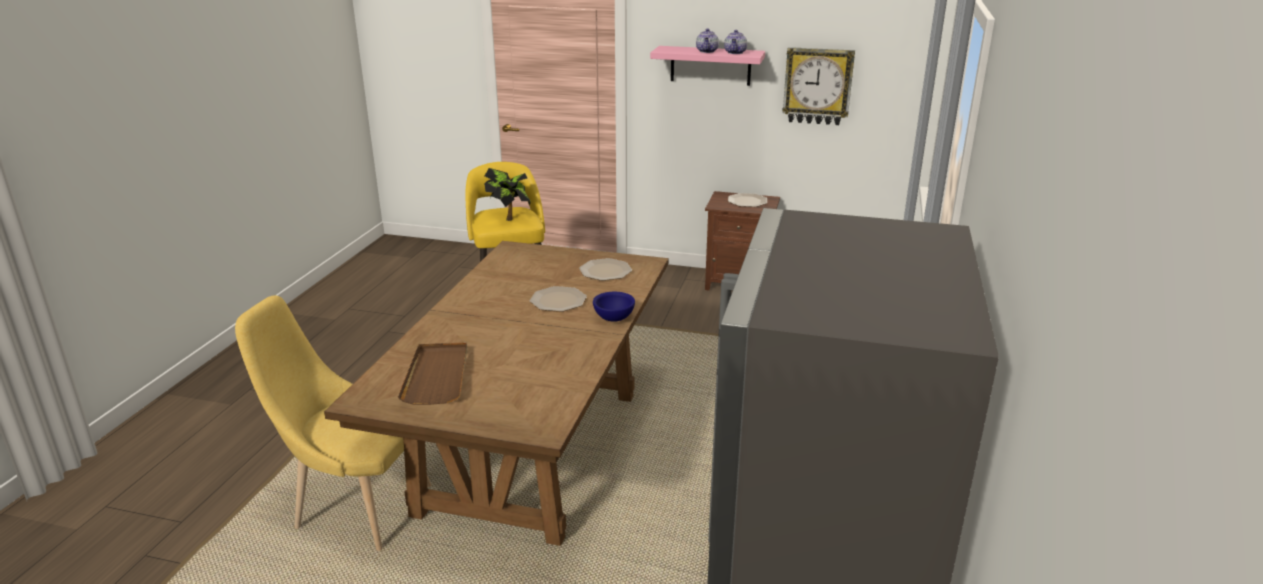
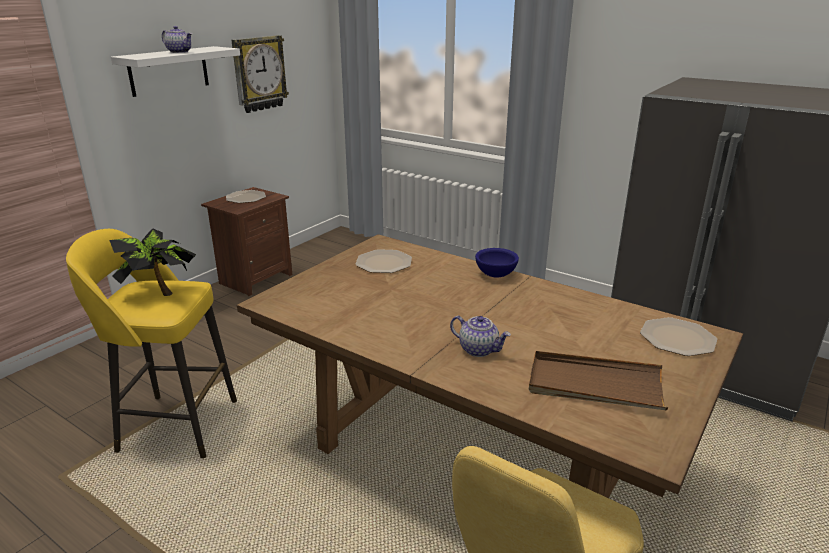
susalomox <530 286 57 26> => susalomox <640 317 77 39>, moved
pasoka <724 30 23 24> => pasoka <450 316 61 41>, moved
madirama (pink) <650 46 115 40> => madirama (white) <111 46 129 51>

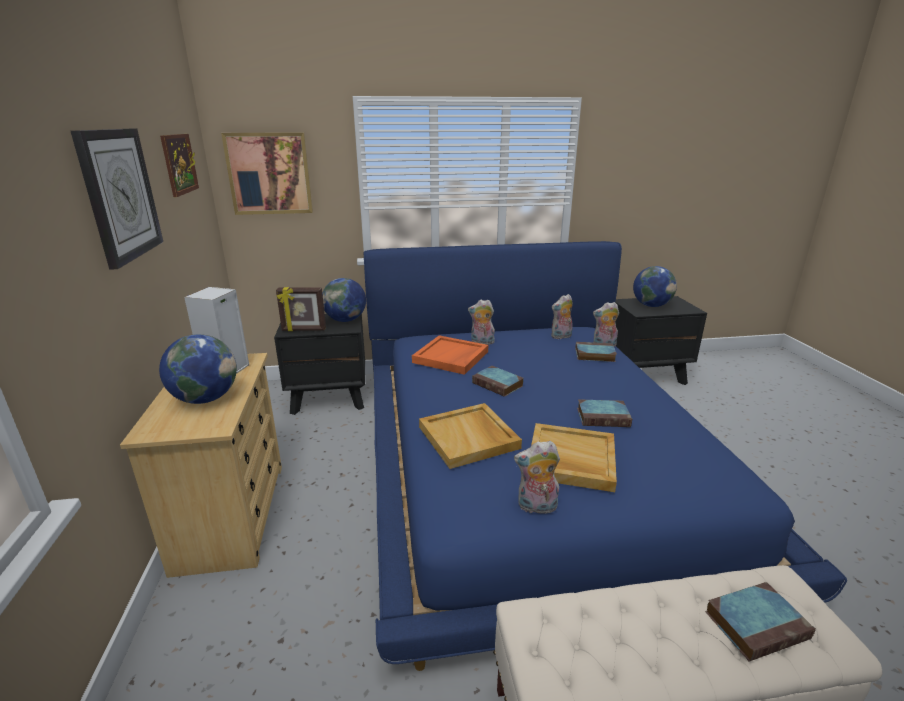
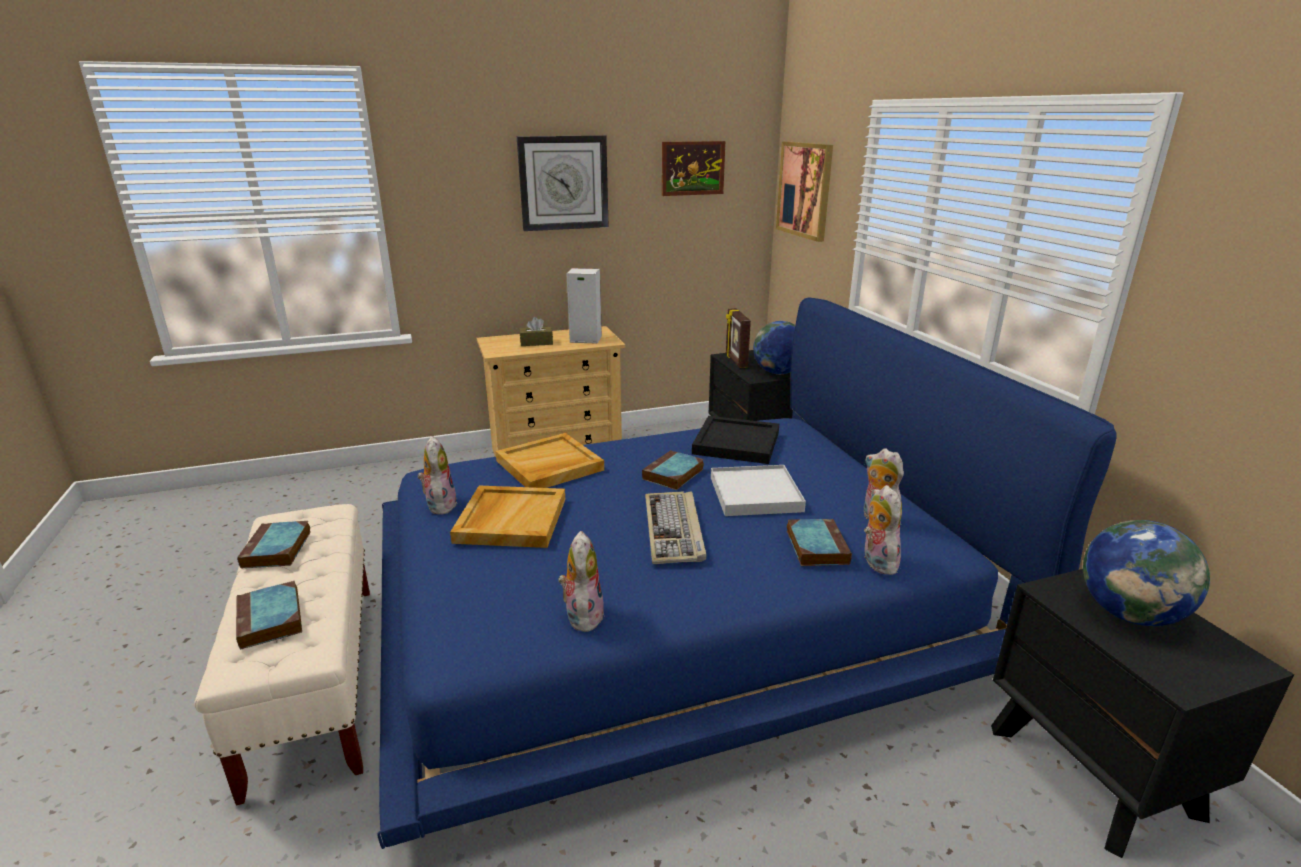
nothing => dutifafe <645 491 61 73>
nothing => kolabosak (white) <711 465 95 51>
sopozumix <468 300 27 45> => sopozumix <558 531 46 101>, moved
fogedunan <577 399 55 28> => fogedunan <237 521 74 48>, moved
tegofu <159 334 78 70> => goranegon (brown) <520 317 33 29>
kolabosak (orange) <412 335 76 40> => kolabosak (black) <692 416 87 48>

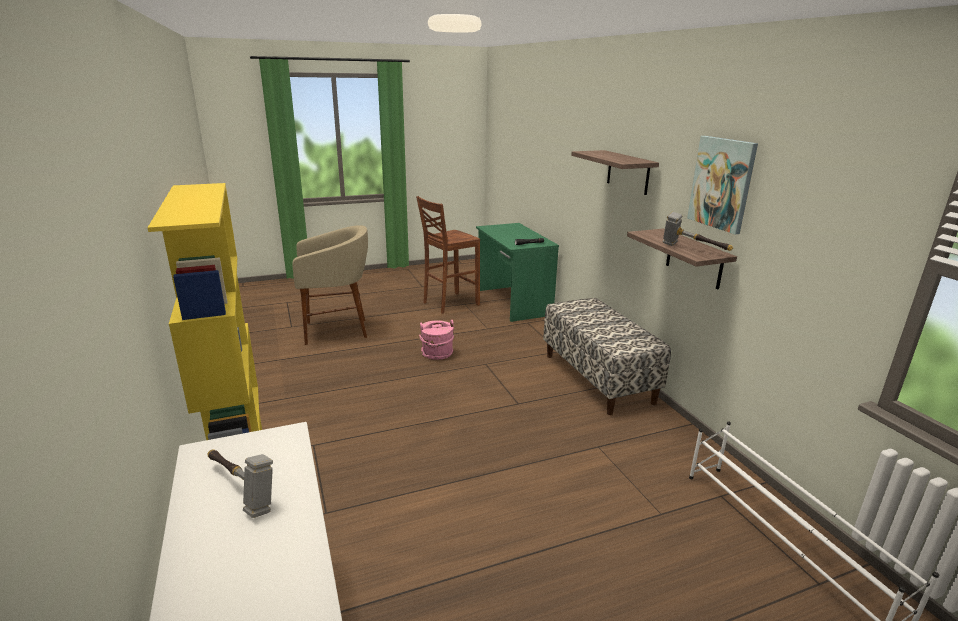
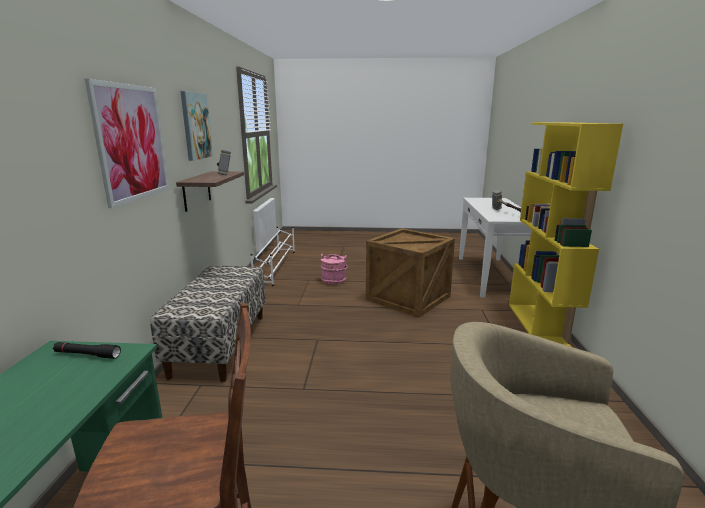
nothing => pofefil <366 228 89 89>
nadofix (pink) <419 320 35 40> => nadofix (pink) <320 254 28 30>, moved
madirama <571 150 88 45> => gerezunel <85 79 84 129>

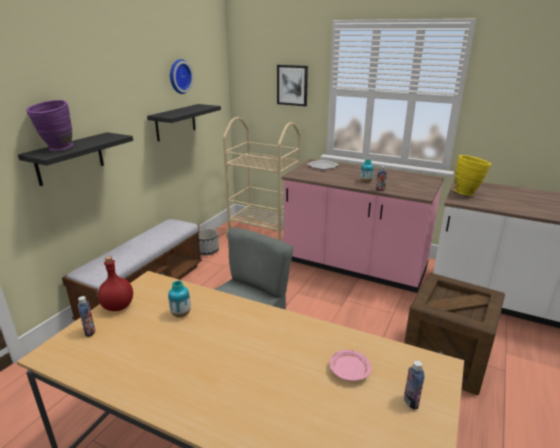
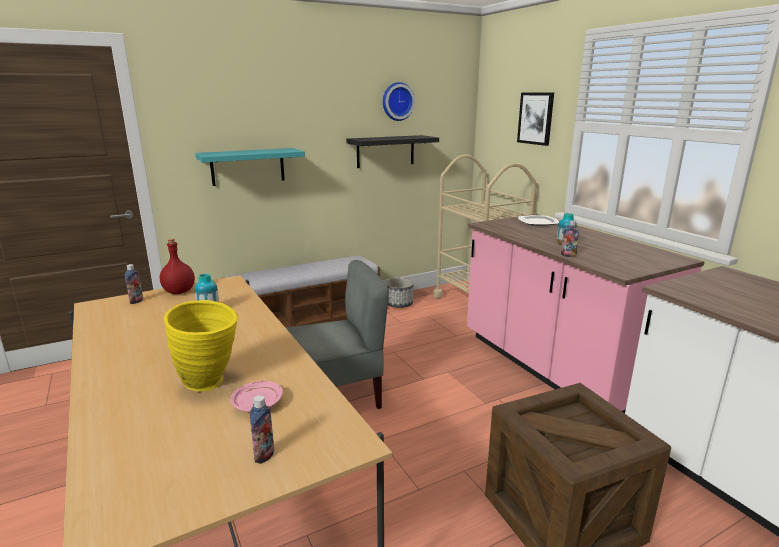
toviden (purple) <26 100 47 51> => nothing
toviden (yellow) <454 155 37 41> => toviden (yellow) <164 300 74 92>, moved
madirama (black) <18 132 115 54> => madirama (turquoise) <195 148 110 38>

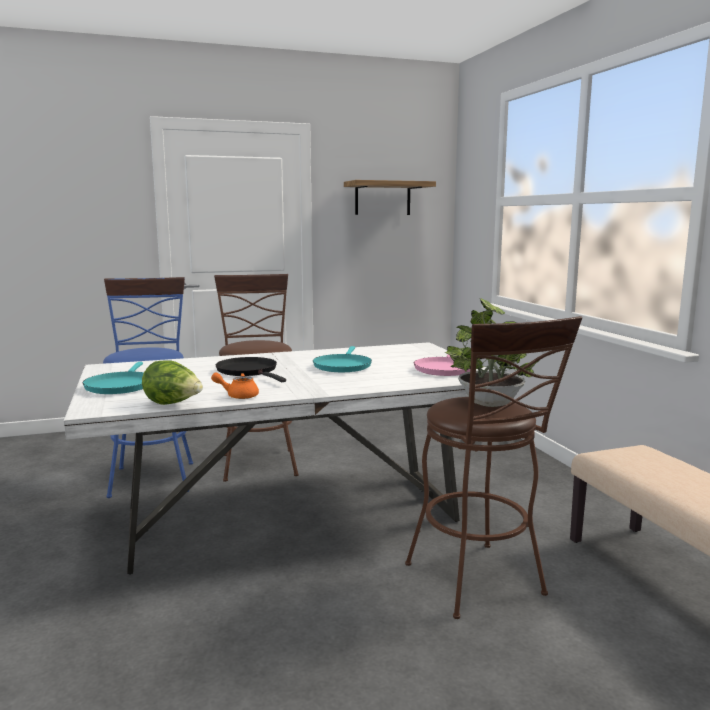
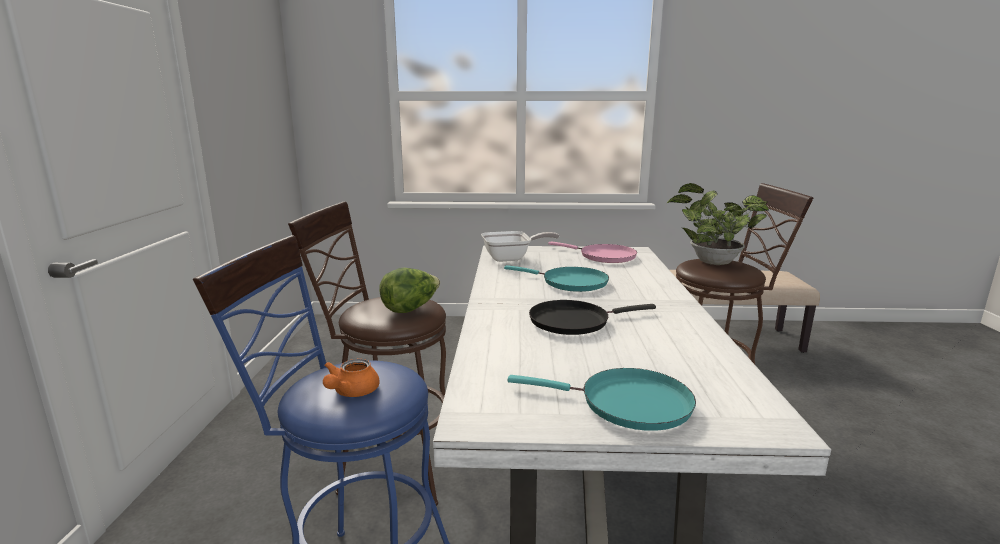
madirama <344 180 92 35> => nothing
nothing => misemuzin <481 231 78 31>
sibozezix <142 360 61 45> => sibozezix <379 268 61 45>, moved
pasoka (orange) <211 372 48 27> => pasoka (orange) <323 359 57 38>, moved

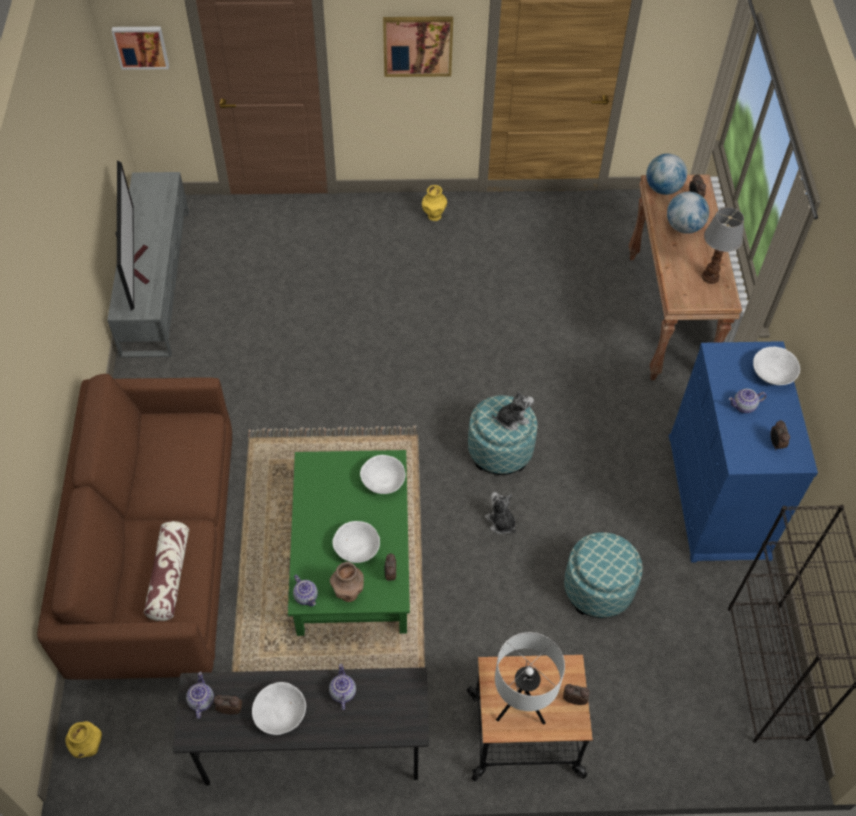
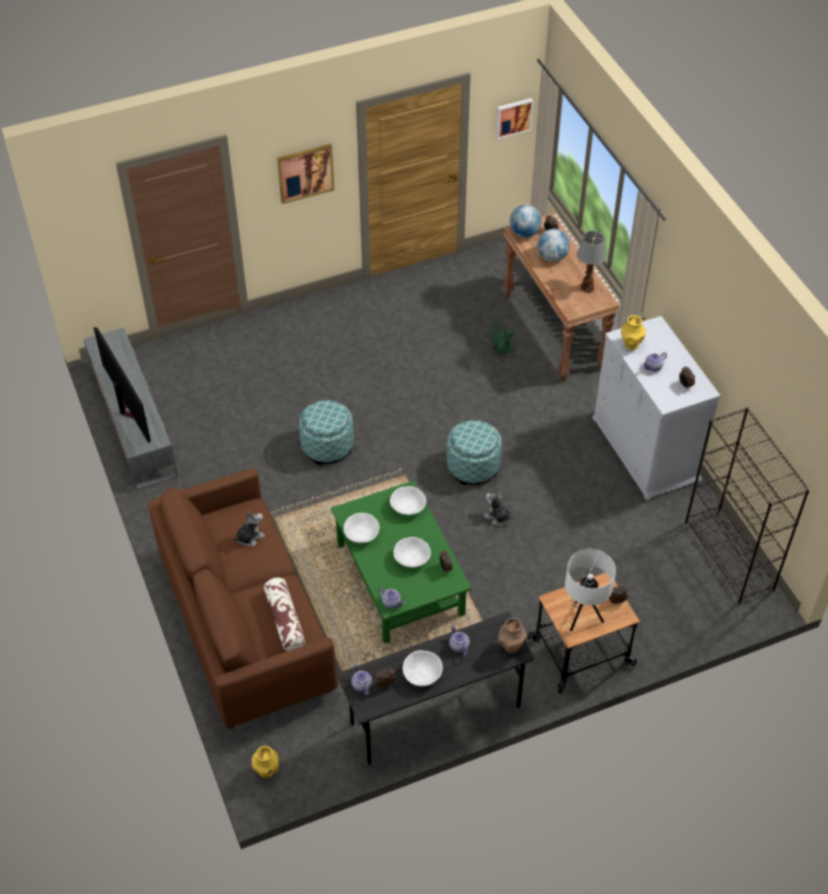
nothing => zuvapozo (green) <489 322 26 33>
gerezunel <112 27 57 43> => gerezunel <496 98 37 41>, moved
toviden (brown) <330 562 34 40> => toviden (brown) <498 618 29 35>, moved
toviden (yellow) <422 185 25 36> => toviden (yellow) <621 315 25 35>, moved
sopozumix <492 392 42 38> => sopozumix <232 512 33 35>, moved
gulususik <564 532 79 86> => gulususik <299 400 55 65>, moved
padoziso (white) <753 346 47 39> => padoziso (white) <343 513 37 30>, moved
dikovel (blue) <669 341 149 222> => dikovel (white) <592 316 129 184>

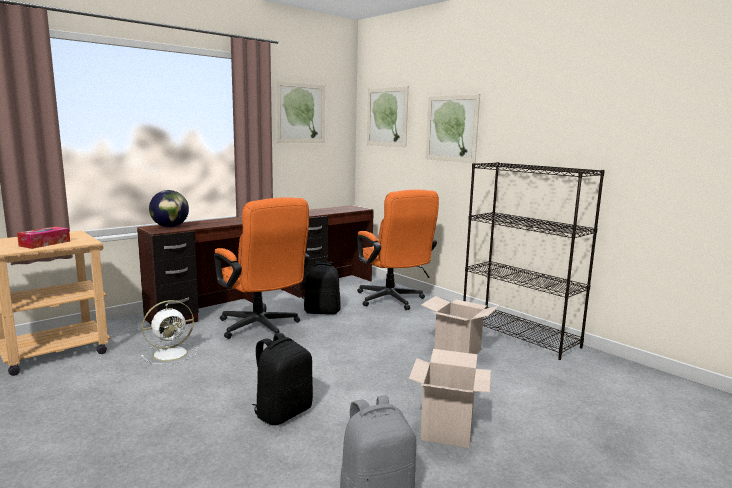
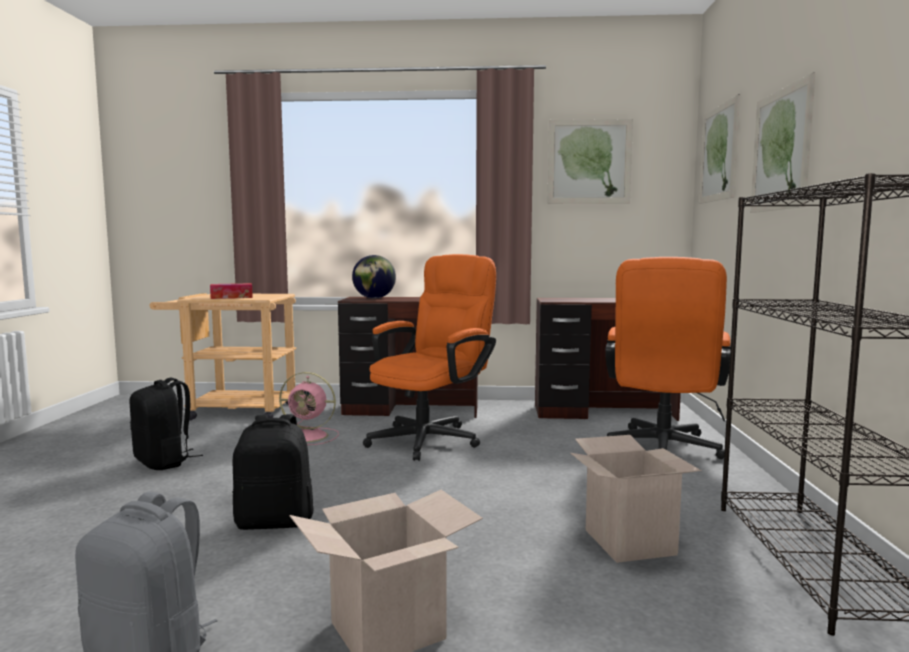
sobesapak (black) <304 261 37 54> => sobesapak (black) <129 378 74 92>, moved
zuvapozo (white) <141 300 56 64> => zuvapozo (pink) <279 372 60 73>
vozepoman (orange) <214 197 96 142> => vozepoman (orange) <363 254 133 207>, 150 degrees counterclockwise

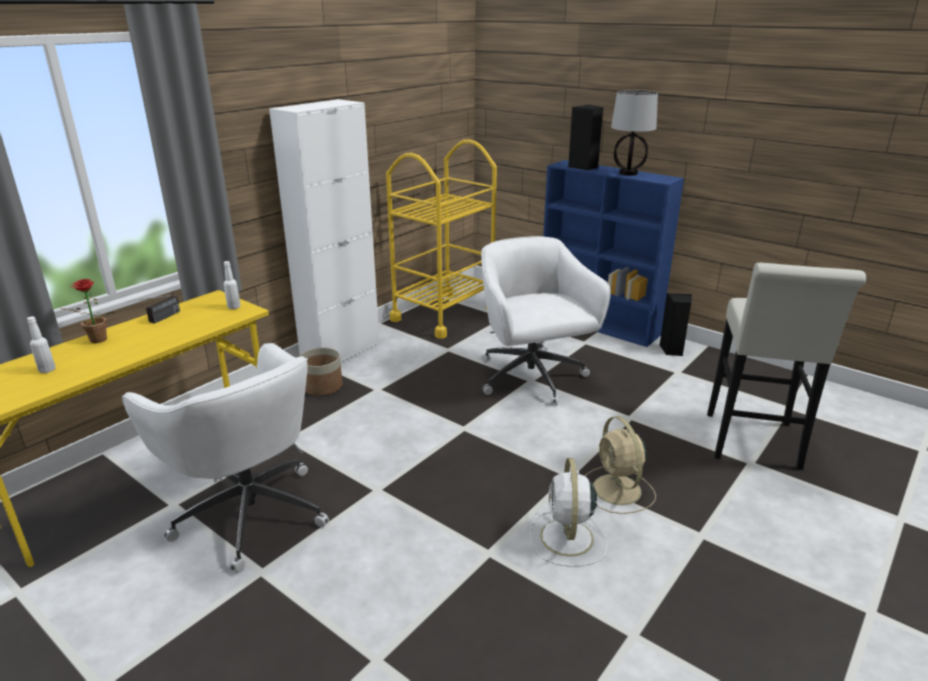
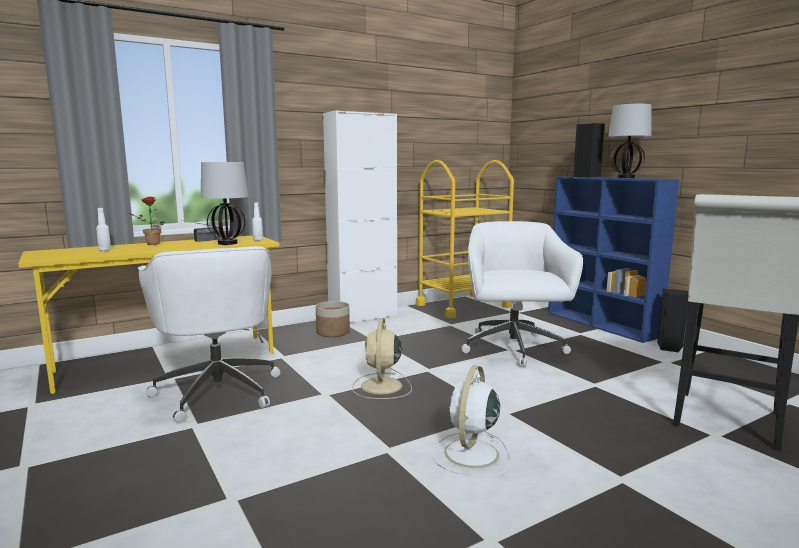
nothing => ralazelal <201 162 47 83>
zuvapozo (beige) <585 416 71 98> => zuvapozo (beige) <352 318 60 81>, moved

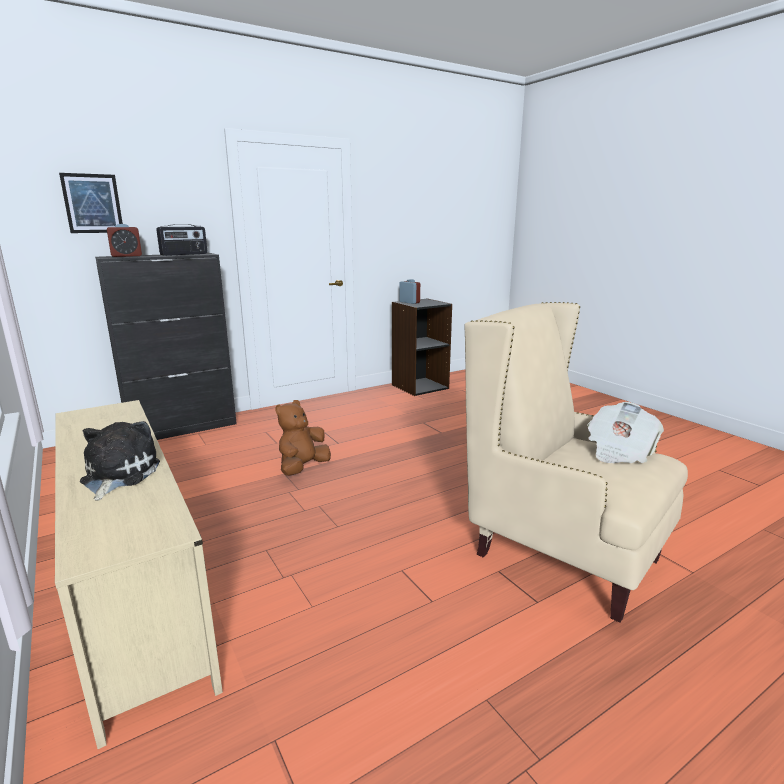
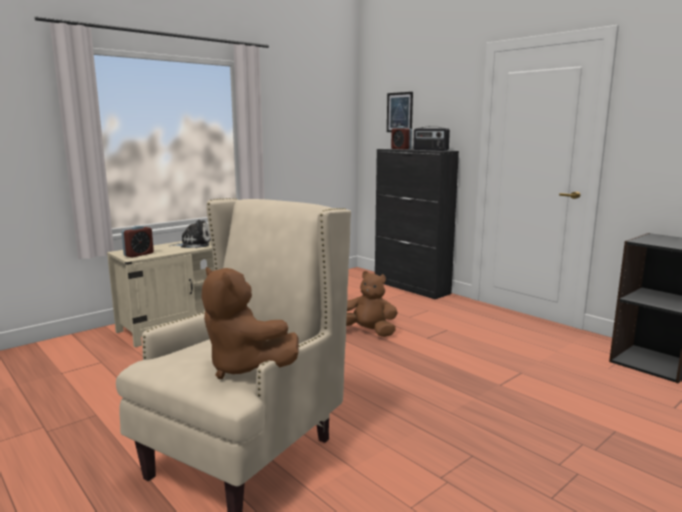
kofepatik <399 279 21 25> => kofepatik <121 226 33 32>, moved
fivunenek <587 402 77 61> => sopozumix (brown) <201 267 97 112>

